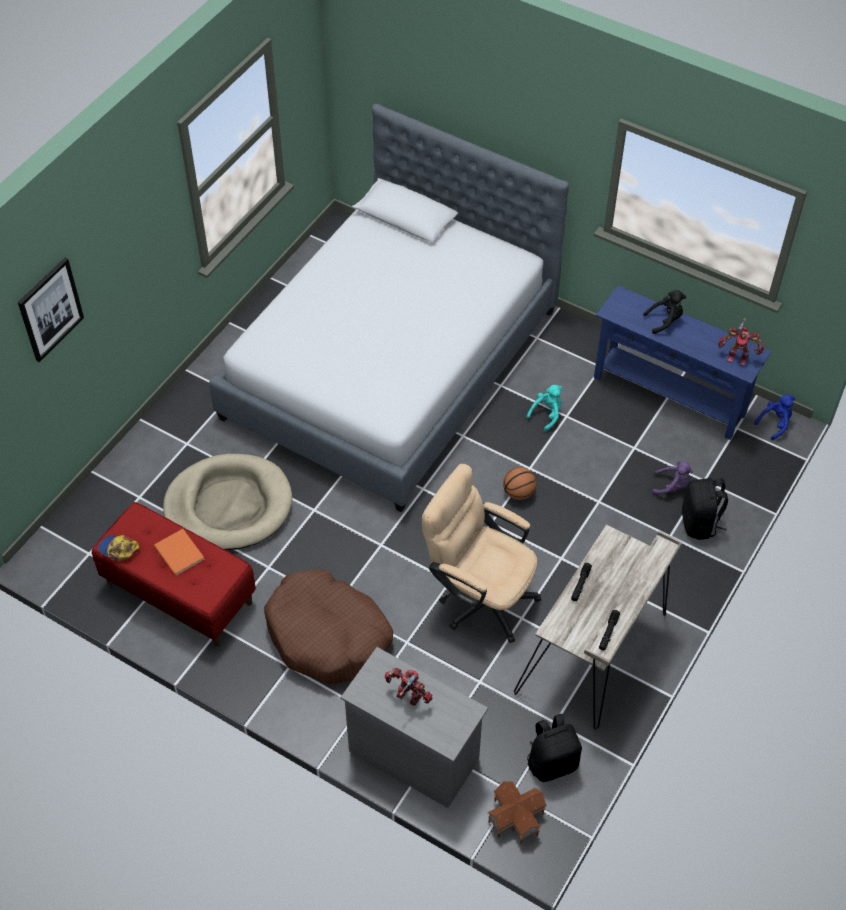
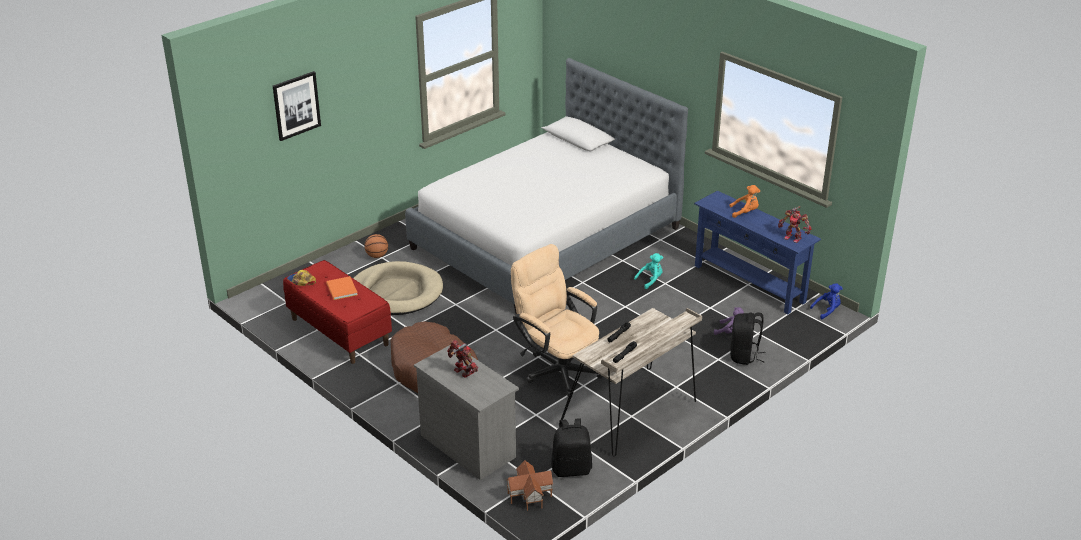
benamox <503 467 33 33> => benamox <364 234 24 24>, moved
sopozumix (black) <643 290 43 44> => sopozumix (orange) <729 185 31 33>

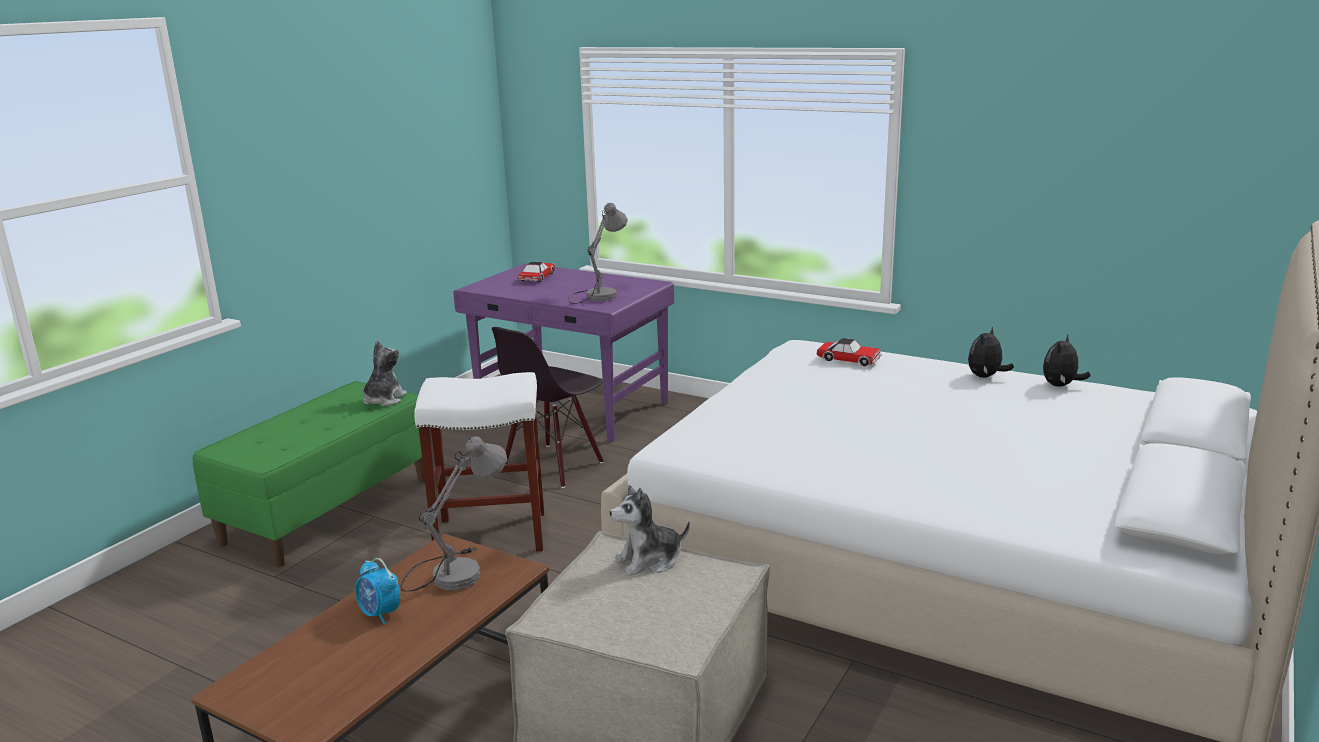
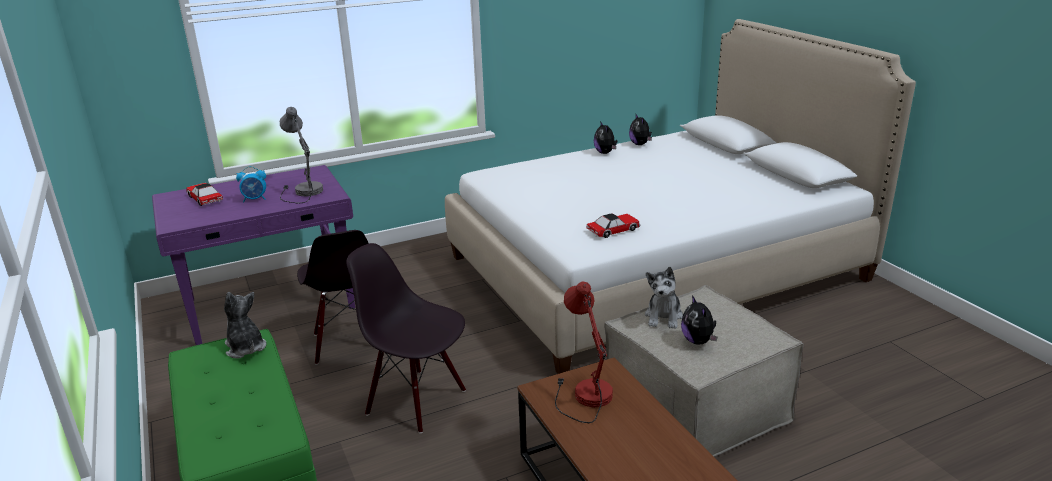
nothing => sopozumix <681 295 36 50>
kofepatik <355 558 45 66> => kofepatik <236 166 30 36>, moved
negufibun <816 338 66 28> => negufibun <586 213 54 25>, moved
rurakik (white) <414 372 130 180> => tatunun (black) <346 243 120 190>
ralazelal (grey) <400 436 107 156> => ralazelal (red) <555 281 58 142>

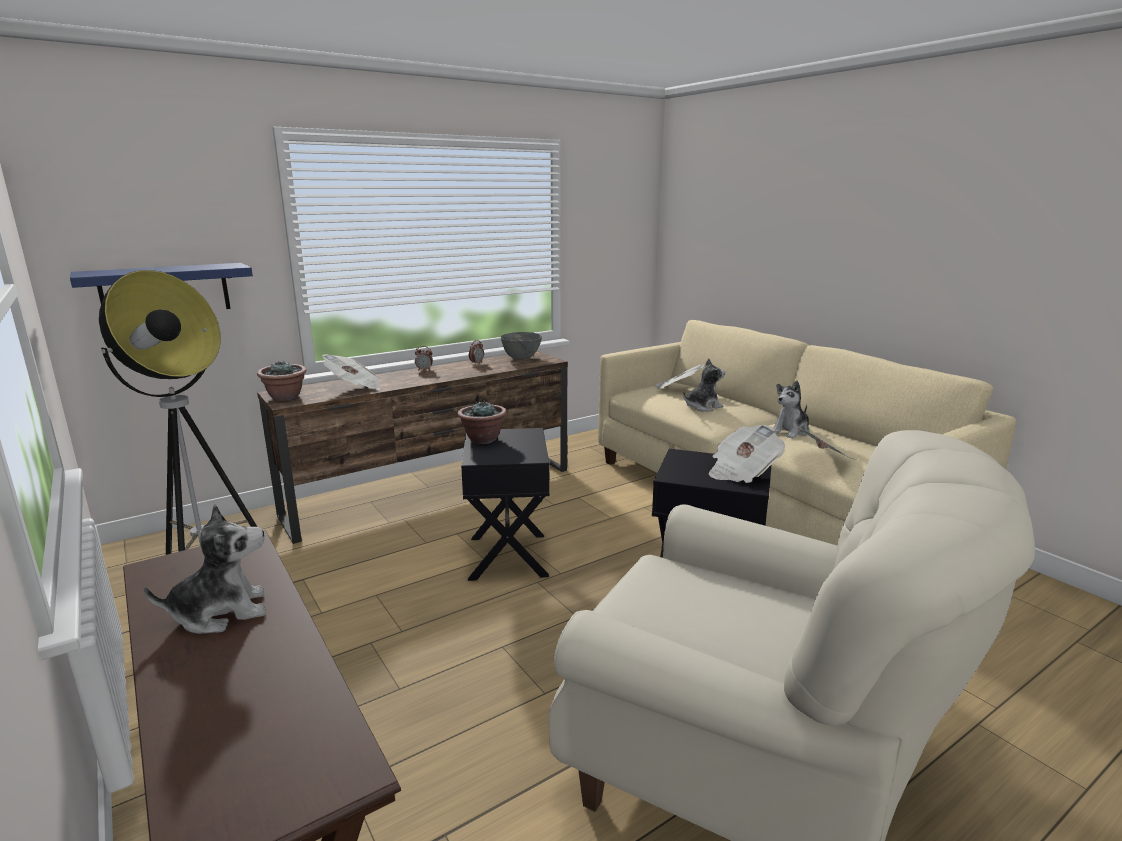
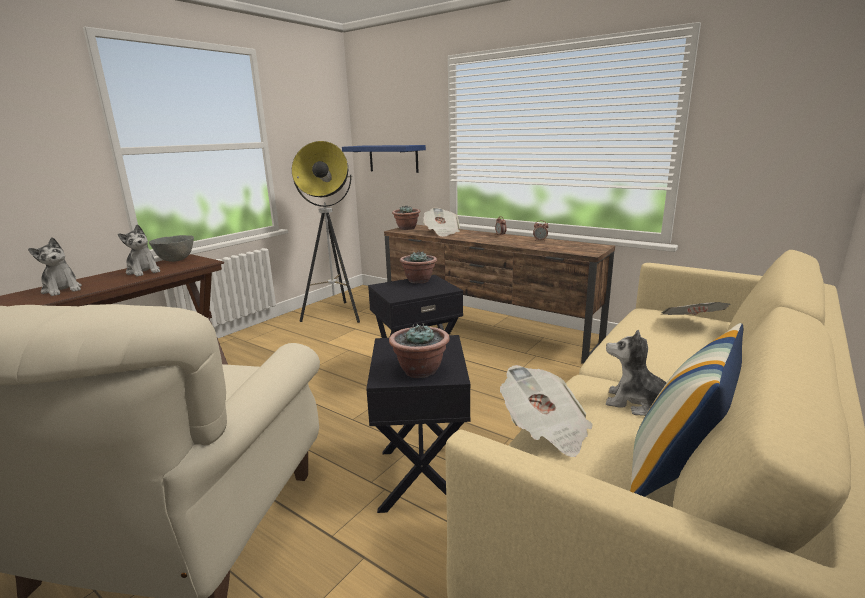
nothing => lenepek <630 323 113 174>
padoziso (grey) <501 332 41 28> => padoziso (grey) <149 235 45 27>, moved
sopozumix <683 358 42 54> => sopozumix <28 237 54 59>, moved
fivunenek <709 425 76 58> => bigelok <389 323 61 55>

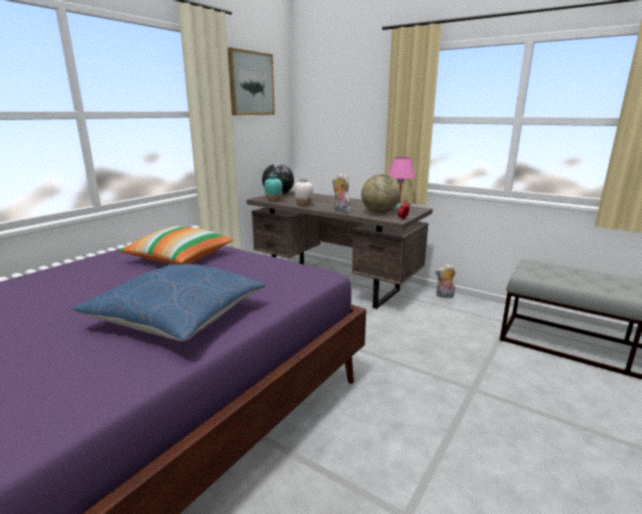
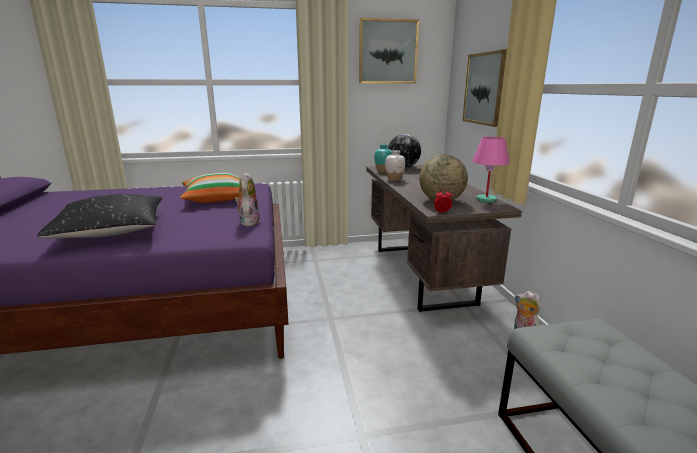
nothing => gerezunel <462 49 45 78>
sopozumix <333 173 20 40> => sopozumix <235 172 25 54>, moved
lenepek (blue) <73 264 193 77> => lenepek (black) <37 194 125 44>

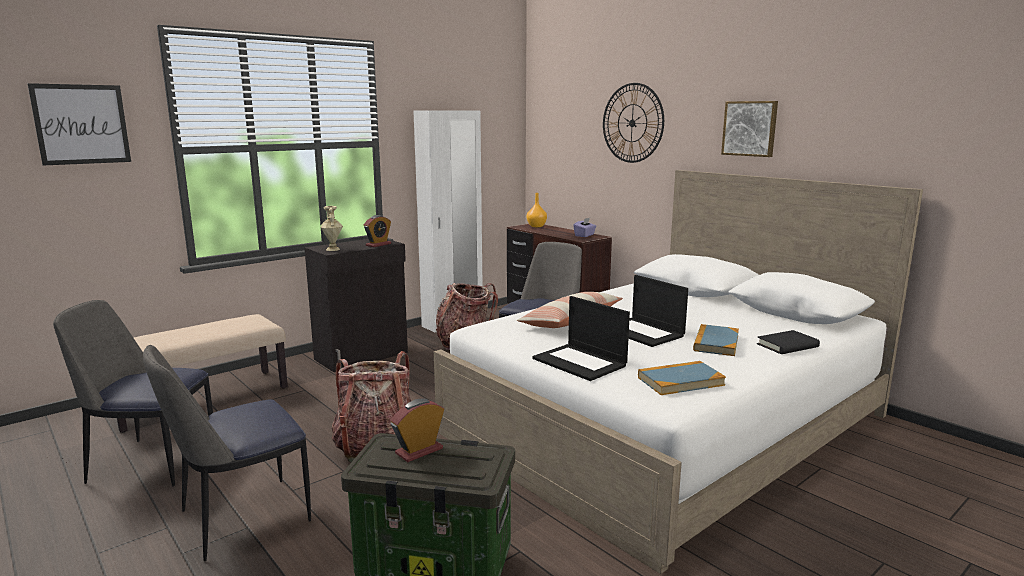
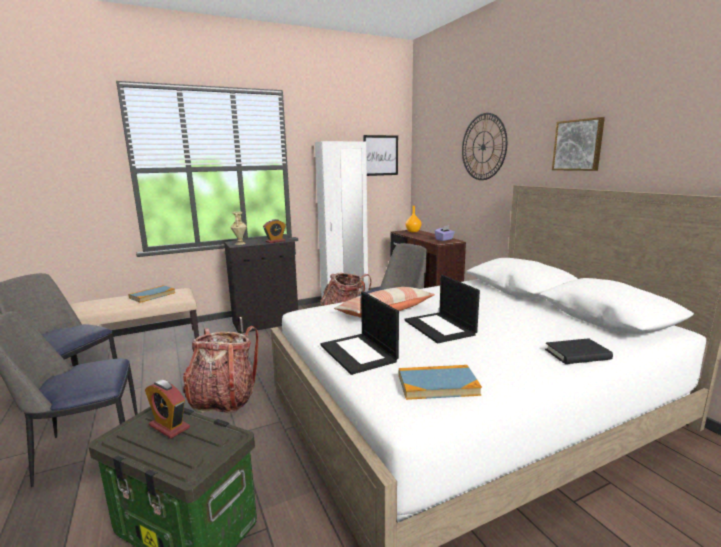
gerezunel <27 83 104 83> => gerezunel <363 135 35 41>, moved
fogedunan <693 324 46 32> => fogedunan <128 285 48 18>, moved
kofepatik <390 399 54 63> => kofepatik <145 380 45 58>, 120 degrees counterclockwise

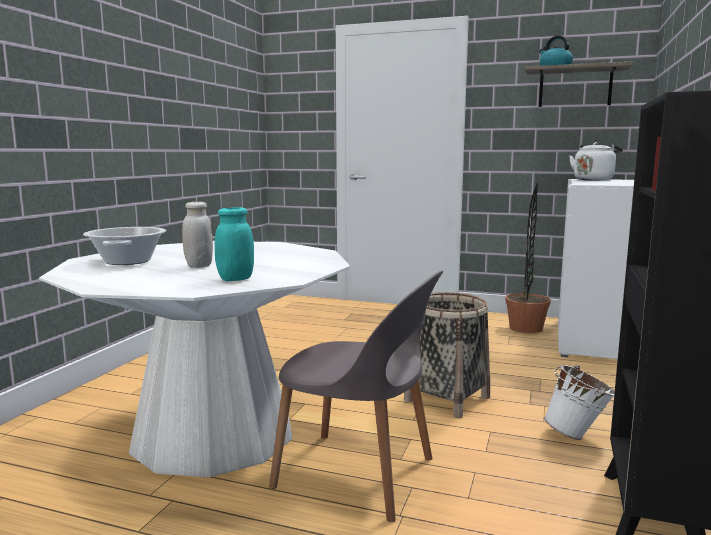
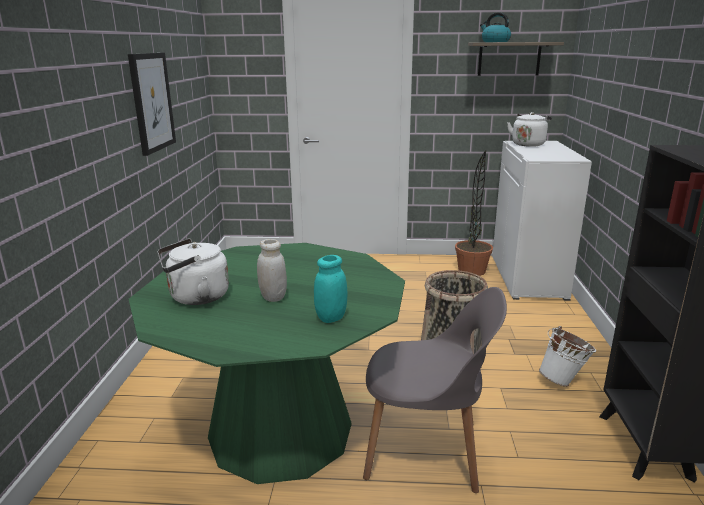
nothing => gerezunel <128 53 48 103>
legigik <83 227 83 38> => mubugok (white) <157 238 72 67>
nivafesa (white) <39 241 311 236> => nivafesa (green) <129 243 276 241>

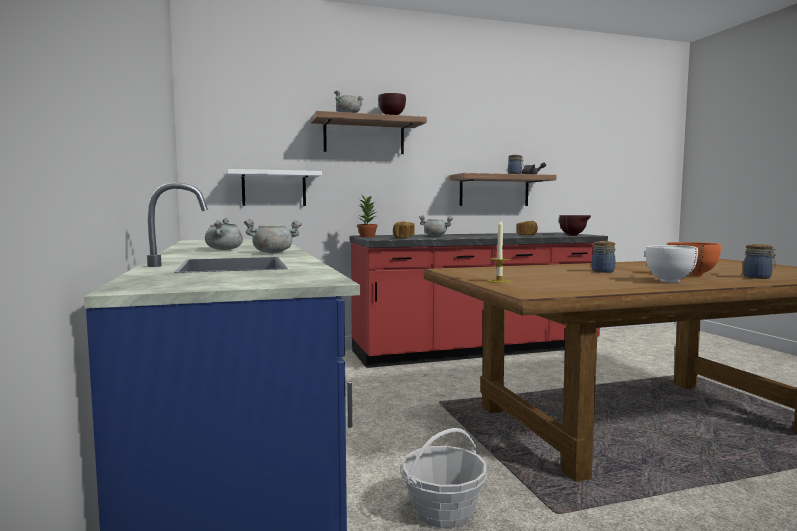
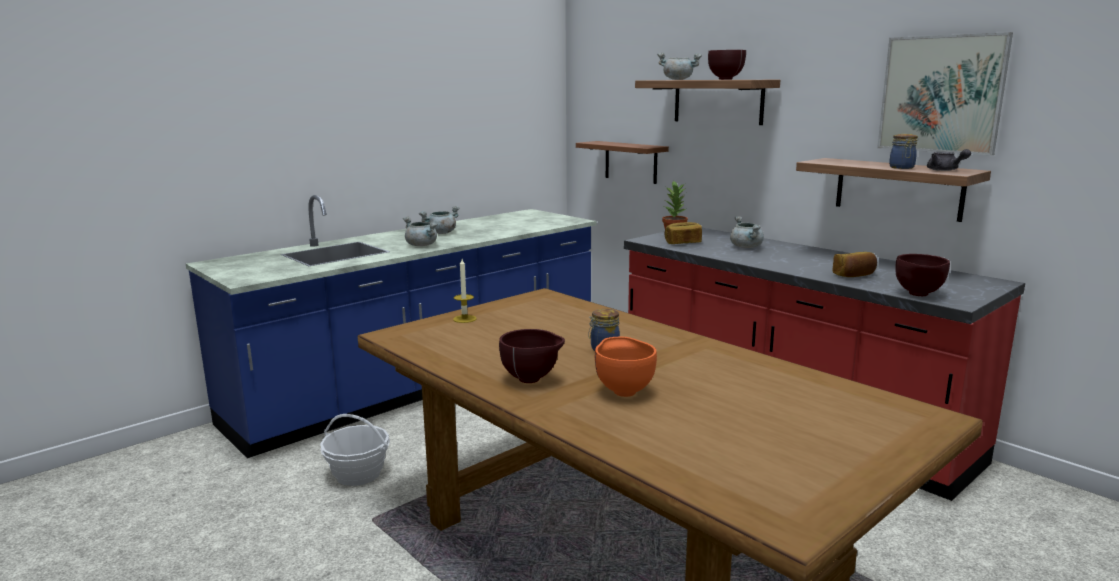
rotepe <743 244 33 35> => nothing
nothing => gerezunel <877 32 136 123>
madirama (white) <227 169 95 37> => madirama (brown) <576 141 93 43>
padoziso (white) <646 245 52 38> => padoziso (brown) <499 329 66 54>

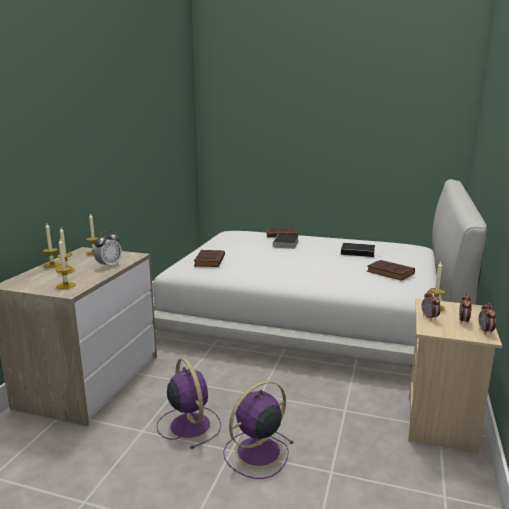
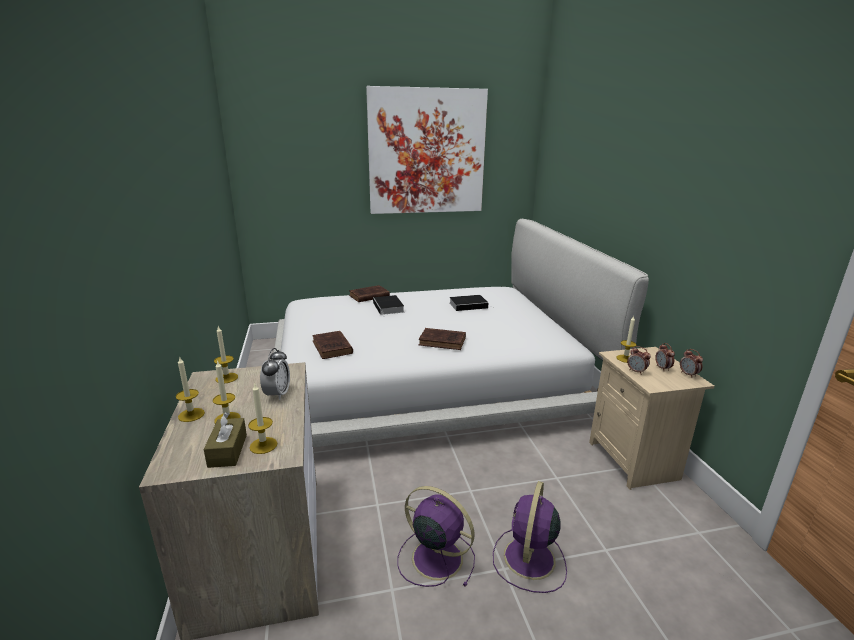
nothing => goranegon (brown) <204 412 43 56>
nothing => gerezunel <366 86 122 128>
fogedunan (brown) <367 260 48 21> => fogedunan (brown) <419 328 47 22>, moved

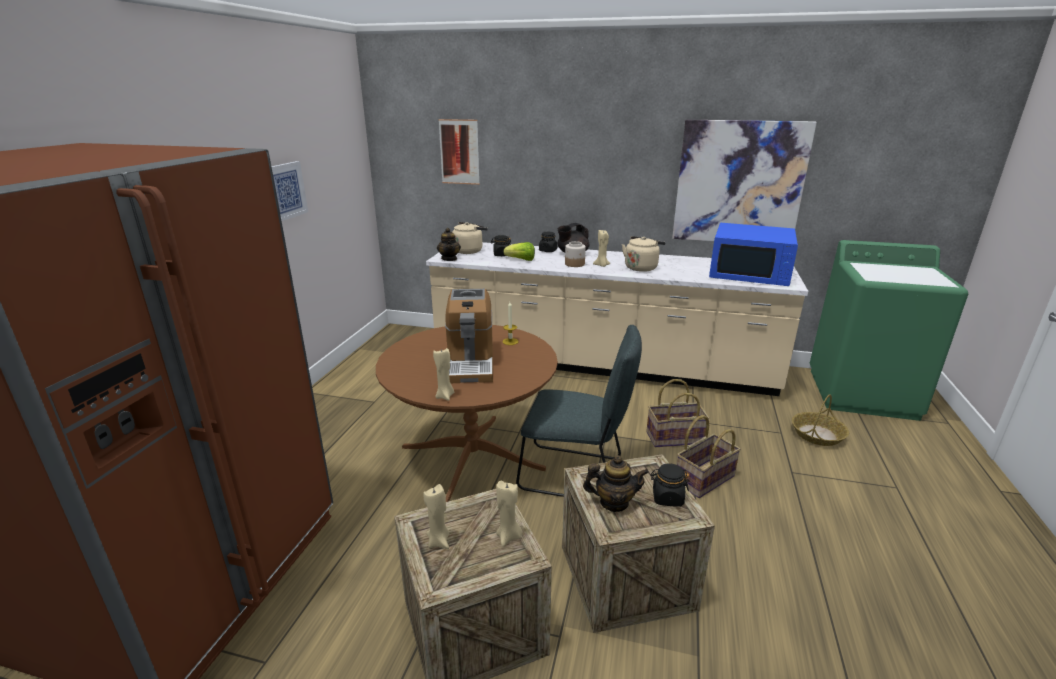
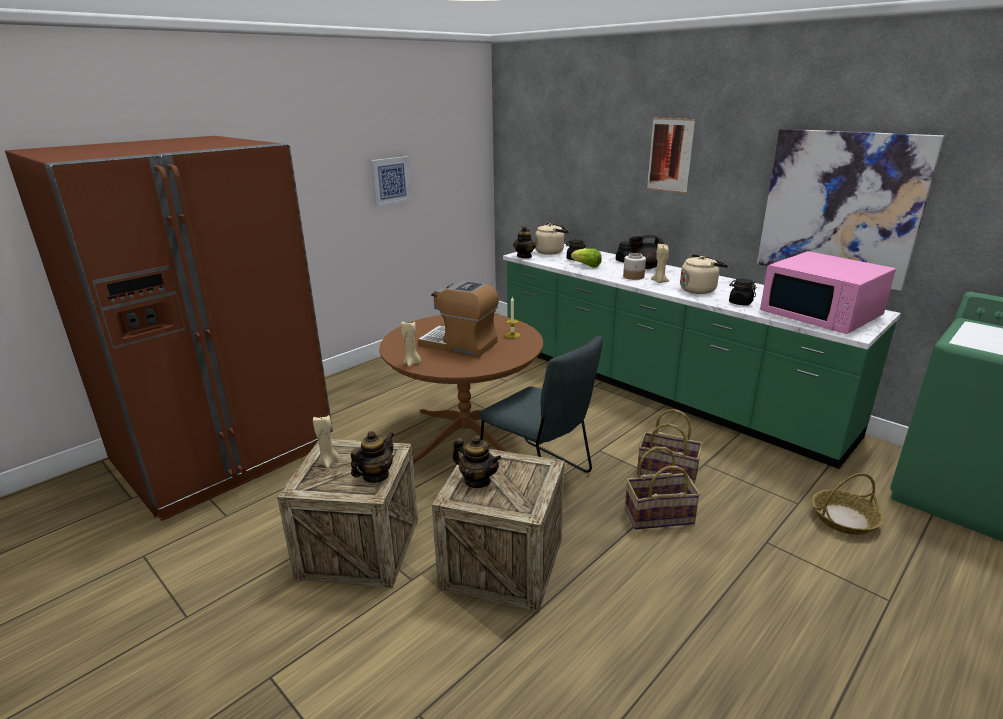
gerezunel <438 119 42 66> => gerezunel <647 118 48 75>, moved
rotepe (black) <650 463 39 43> => rotepe (black) <729 278 27 28>, moved
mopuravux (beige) <496 481 26 66> => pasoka <351 431 43 52>
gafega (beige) <426 242 382 154> => gafega (green) <503 244 398 225>
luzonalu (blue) <709 223 89 63> => luzonalu (pink) <760 251 136 83>
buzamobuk <445 289 48 94> => buzamobuk <418 280 81 77>, 90 degrees clockwise

